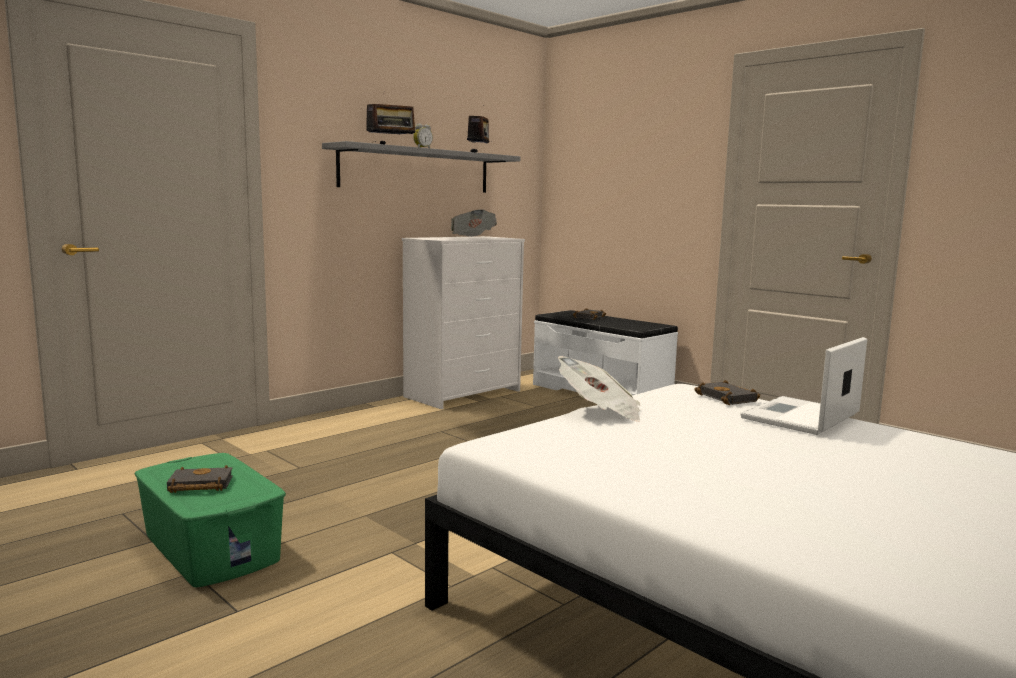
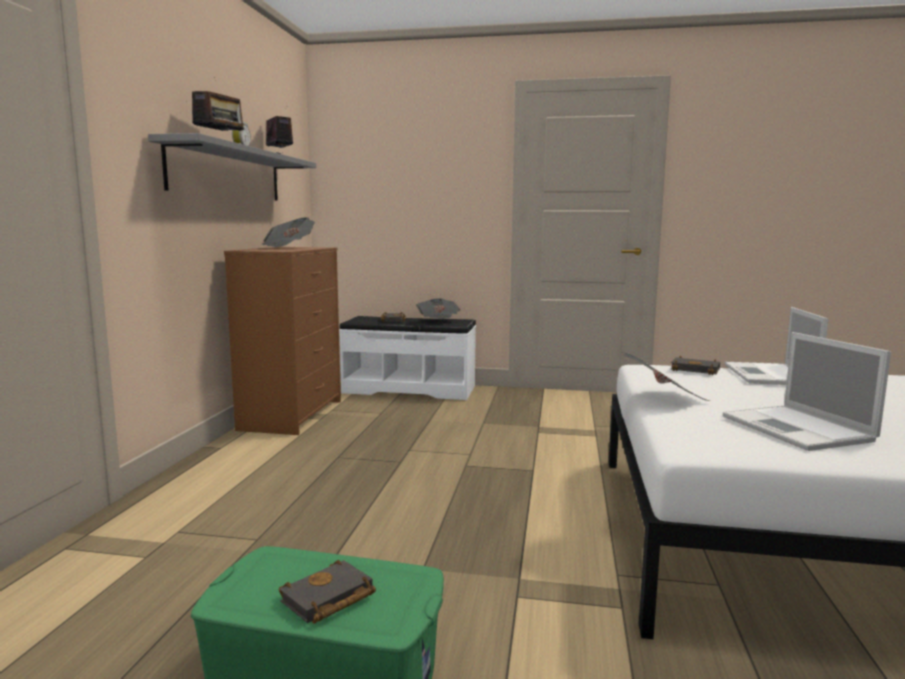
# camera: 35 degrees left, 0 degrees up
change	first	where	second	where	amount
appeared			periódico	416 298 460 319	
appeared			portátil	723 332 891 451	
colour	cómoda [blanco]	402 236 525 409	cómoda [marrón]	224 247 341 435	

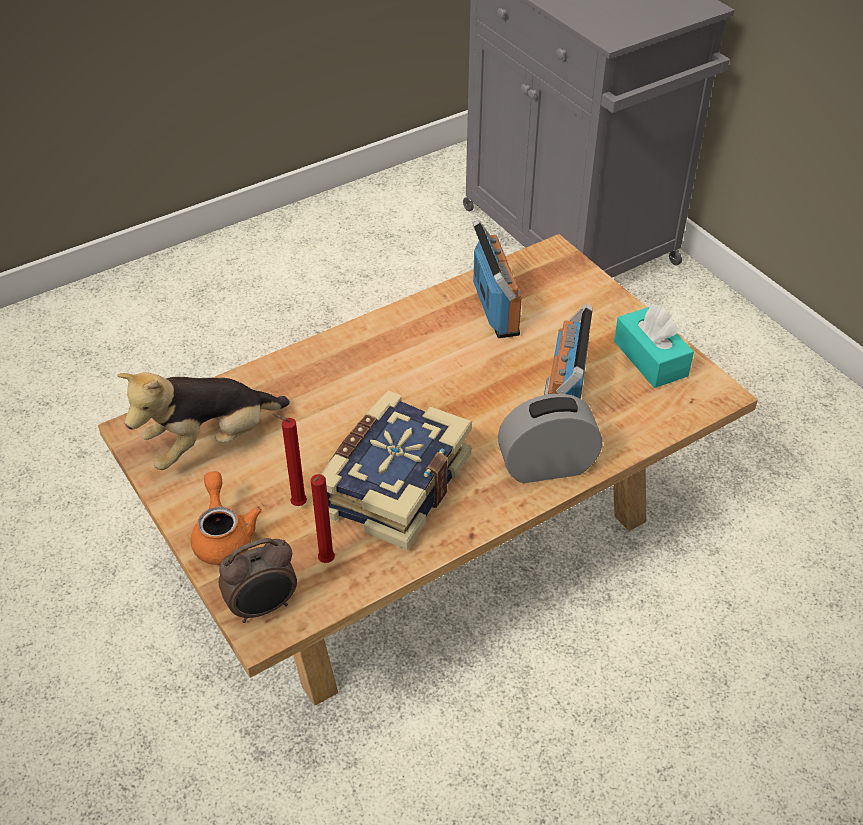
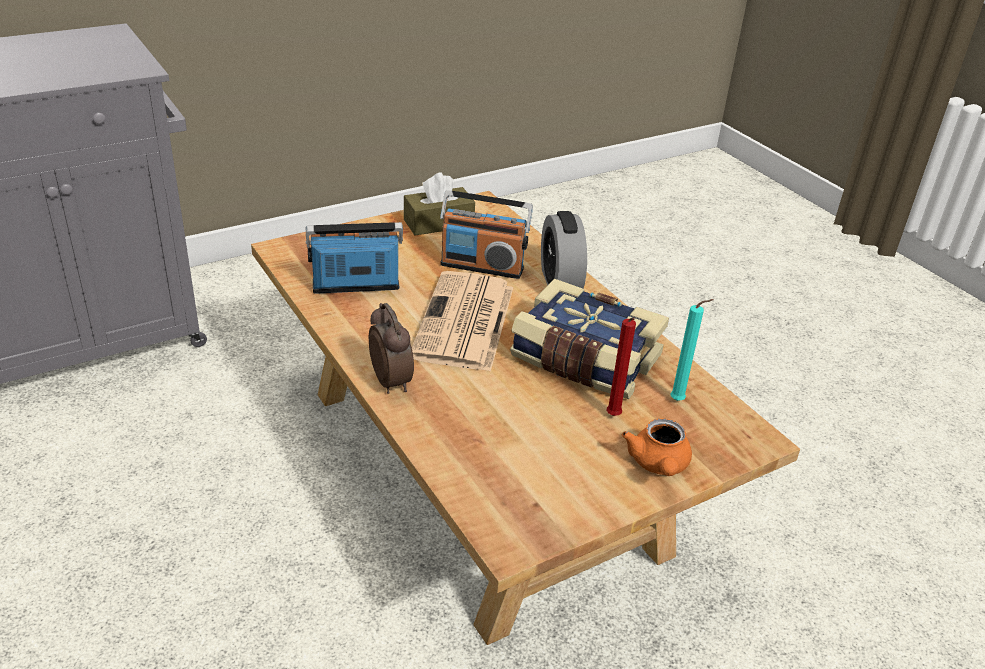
# camera: 90 degrees left, 10 degrees down
change	first	where	second	where	amount
missing	peluche	117 372 290 470			
appeared			periódico	412 271 513 372	
relocated	despertador	219 538 297 623		369 303 414 394	
colour	vela [rojo]	311 474 335 563	vela [turquesa]	670 299 714 401	
colour	caja de pañuelos [turquesa]	614 304 694 388	caja de pañuelos [marrón]	404 172 475 236	
spun	tetera [naranja]	191 471 262 565		622 419 692 476	75 degrees counterclockwise

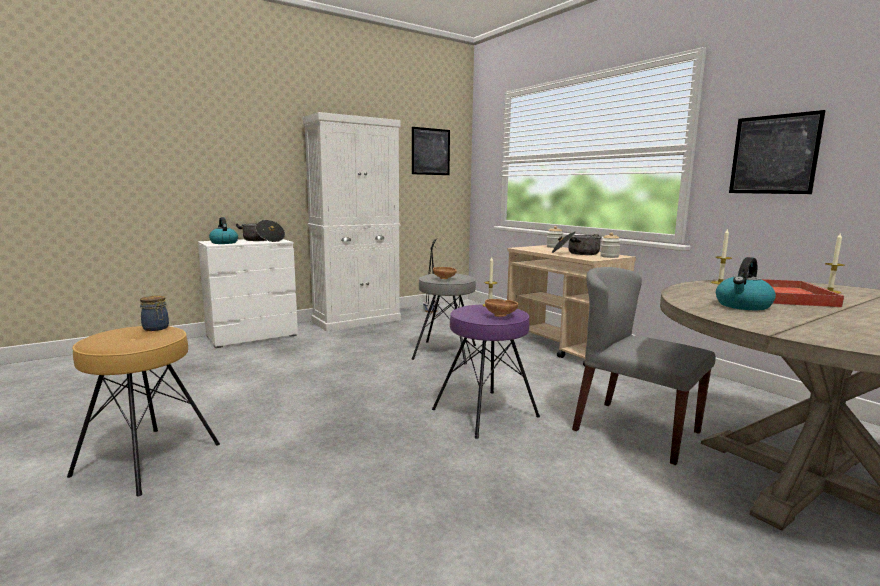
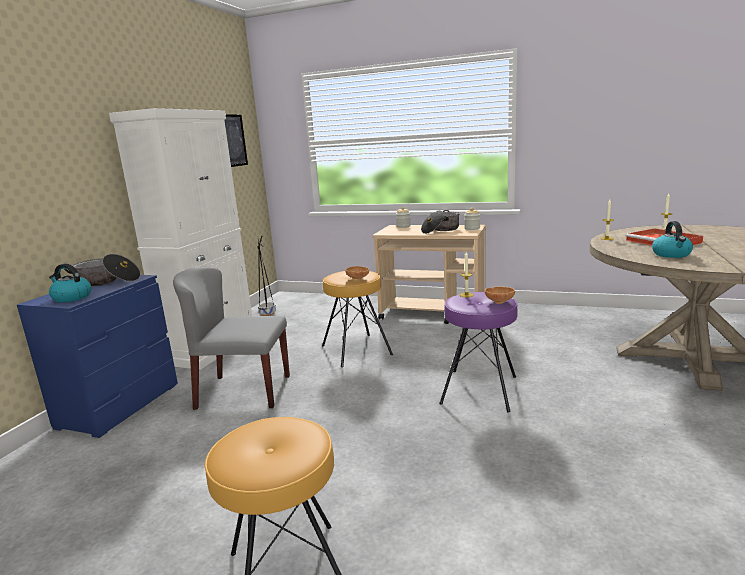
# camera: 35 degrees left, 5 degrees up
change	first	where	second	where	amount
missing	tarro	140 295 169 331			
missing	cuadro	729 110 826 194			
relocated	silla [gris]	572 267 716 465		173 267 290 410	
colour	cómoda [blanco]	198 239 298 348	cómoda [azul]	17 275 178 438	
colour	taburete [gris]	412 274 476 364	taburete [marrón]	322 271 393 368	

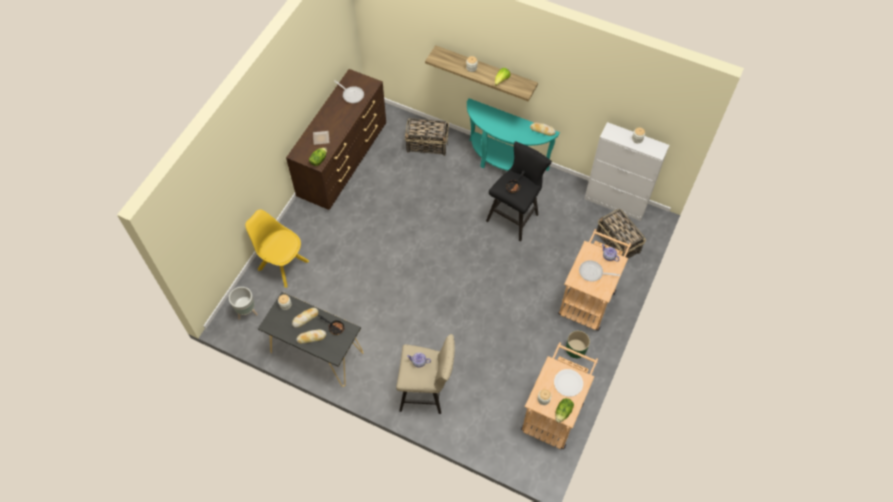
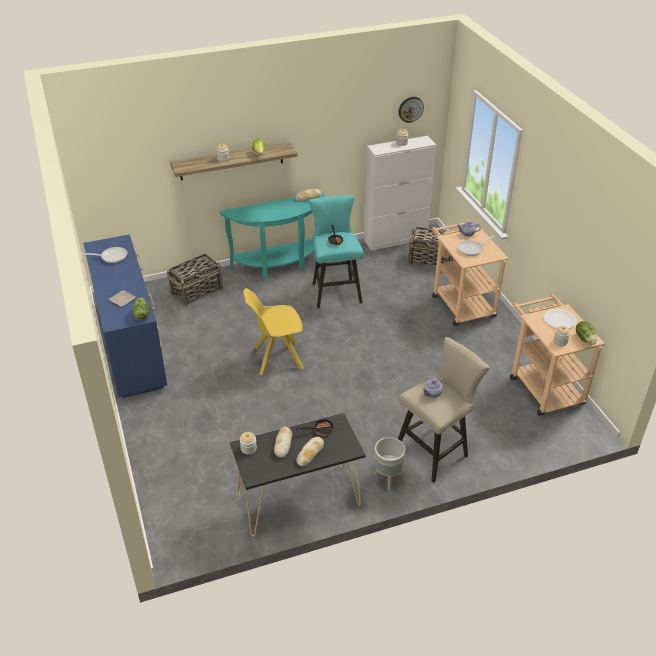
# camera: 45 degrees left, 20 degrees down
change	first	where	second	where	amount
missing	maceta [verde]	566 331 590 358			
appeared			reloj de pared	398 97 424 123	
relocated	maceta [gris]	229 287 258 320		375 437 406 491	
relocated	silla [amarillo]	245 209 309 288		243 288 304 375	
colour	cómoda [marrón]	286 69 386 210	cómoda [azul]	83 234 167 398	
colour	taburete [negro]	486 141 552 242	taburete [turquesa]	308 195 364 308	

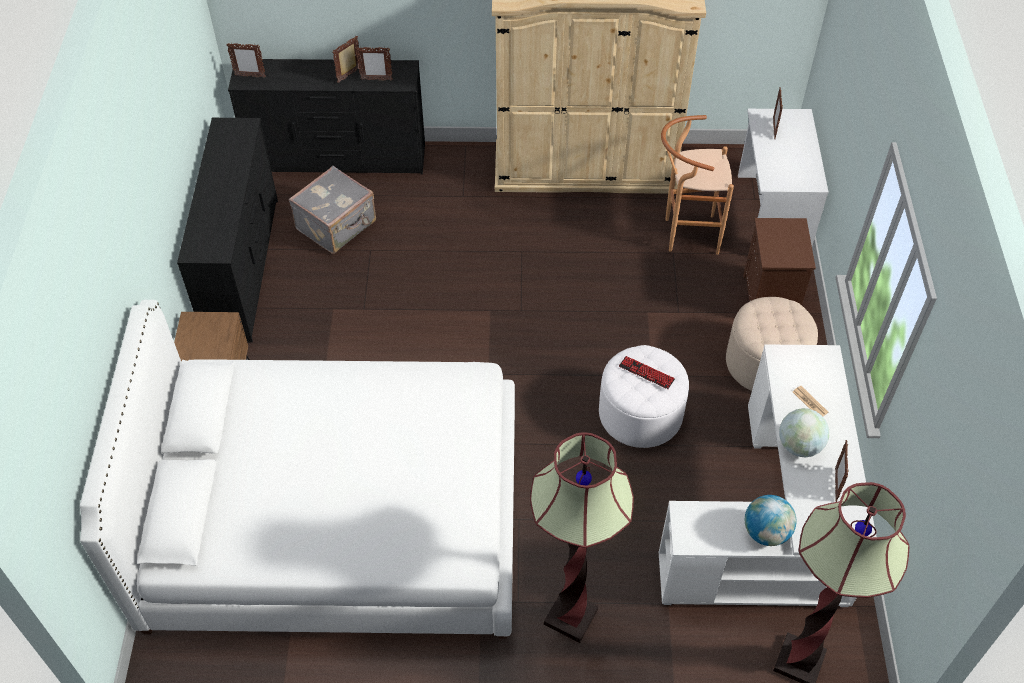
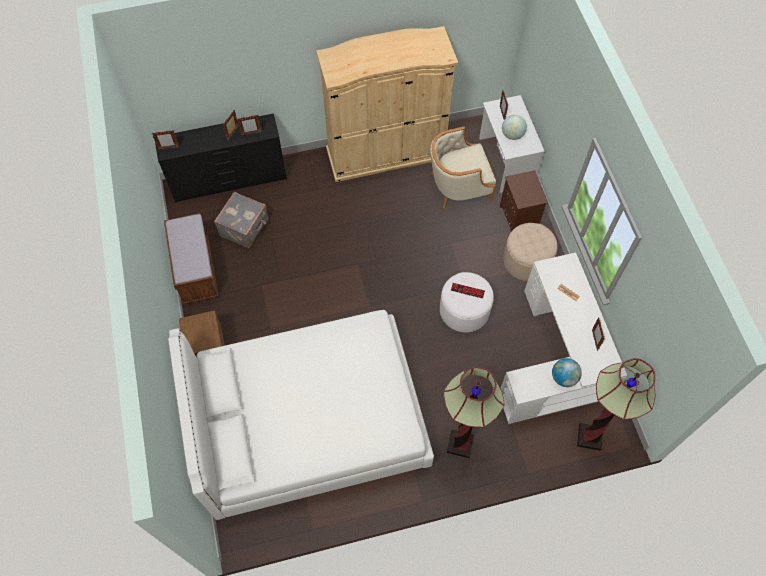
# camera: 15 degrees left, 10 degrees up
change	first	where	second	where	amount
relocated	globo terráqueo	779 408 829 457		502 115 527 140	
exchanged	cómoda [negro]	177 118 278 343	banco [marrón]	164 213 219 304	
exchanged	taburete [marrón]	661 115 734 255	sillón [beis]	430 127 496 210	

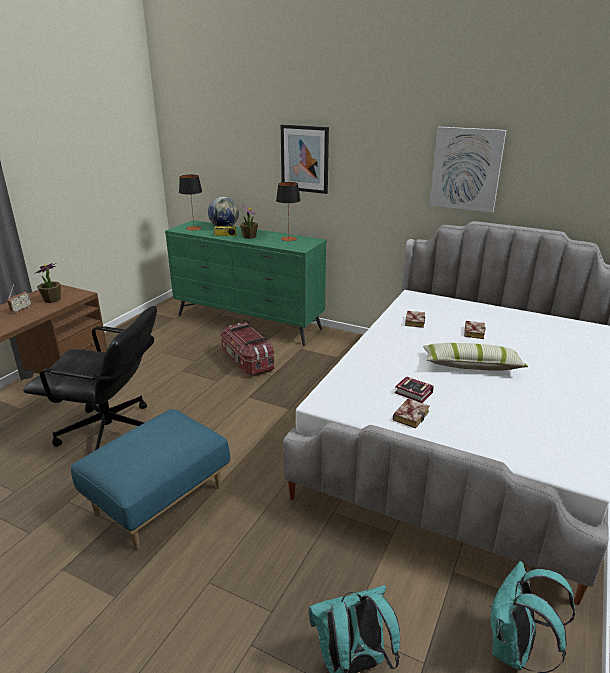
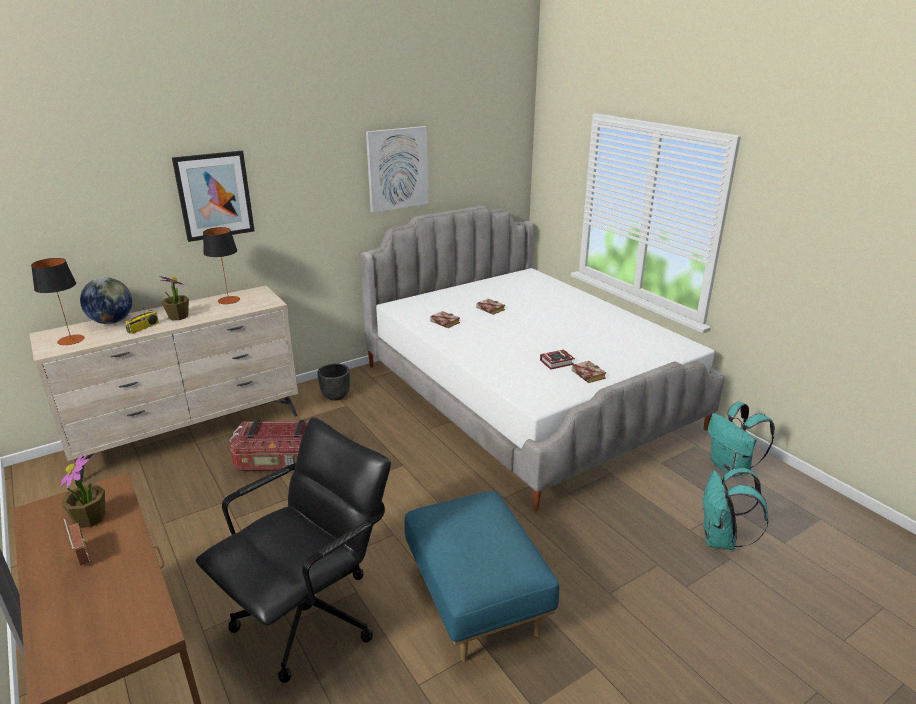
# camera: 60 degrees left, 0 degrees up
change	first	where	second	where	amount
missing	cojín	423 343 528 371			
appeared			maceta [negro]	317 363 350 401	
colour	cómoda [verde]	165 220 327 346	cómoda [beis]	29 286 298 483	

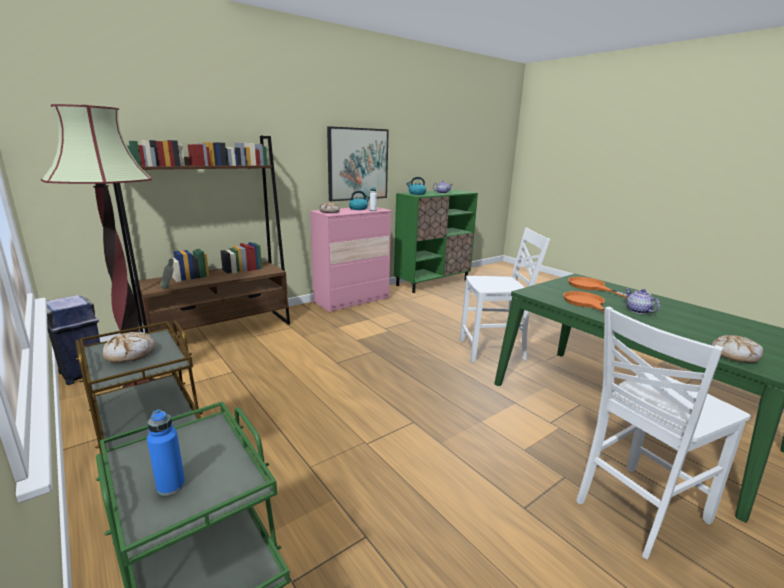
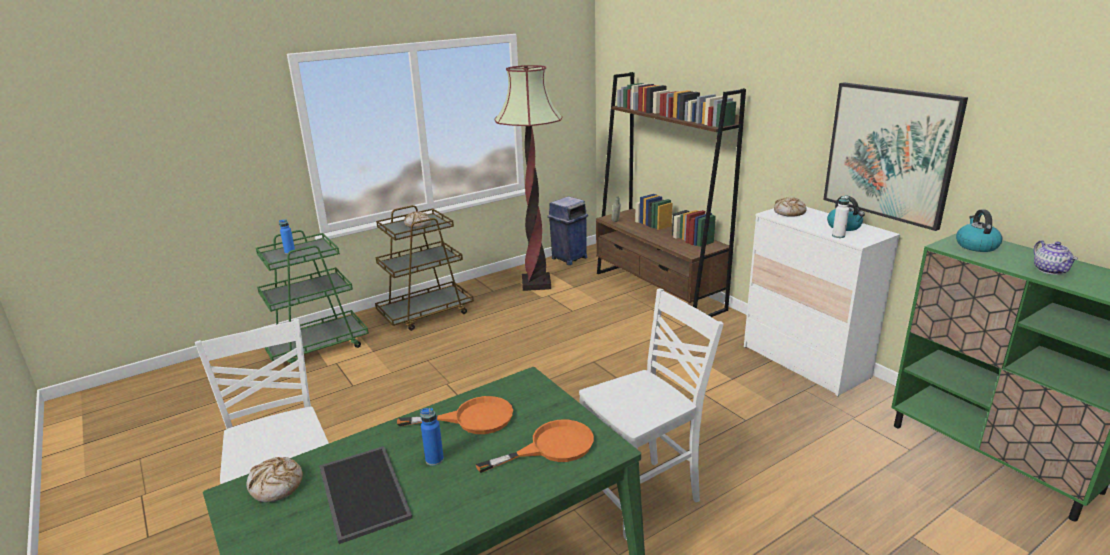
# camera: 95 degrees right, 5 degrees up
change	first	where	second	where	amount
appeared			bandeja	319 446 412 544	
exchanged	tetera	626 289 660 314	botella [azul]	420 408 444 466	
colour	cómoda [rosa]	310 206 392 312	cómoda [blanco]	744 207 900 396	
spun	silla [blanco]	460 228 550 363		579 288 724 541	120 degrees counterclockwise

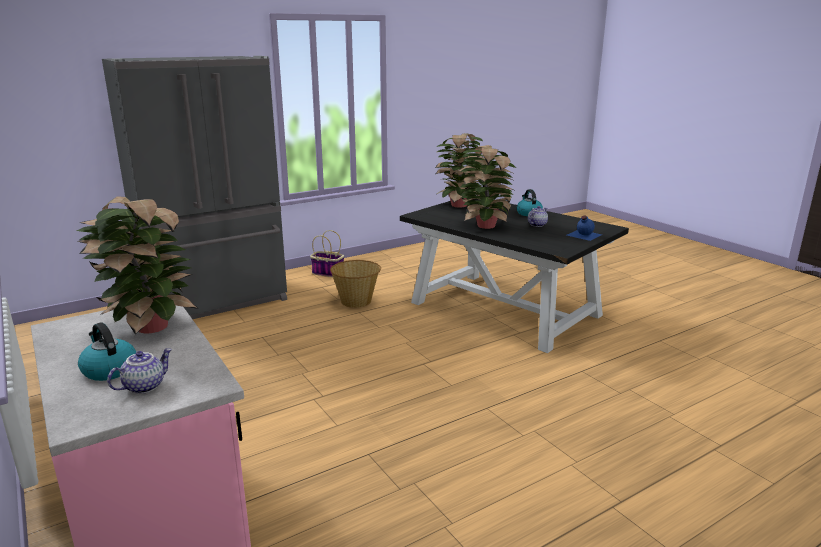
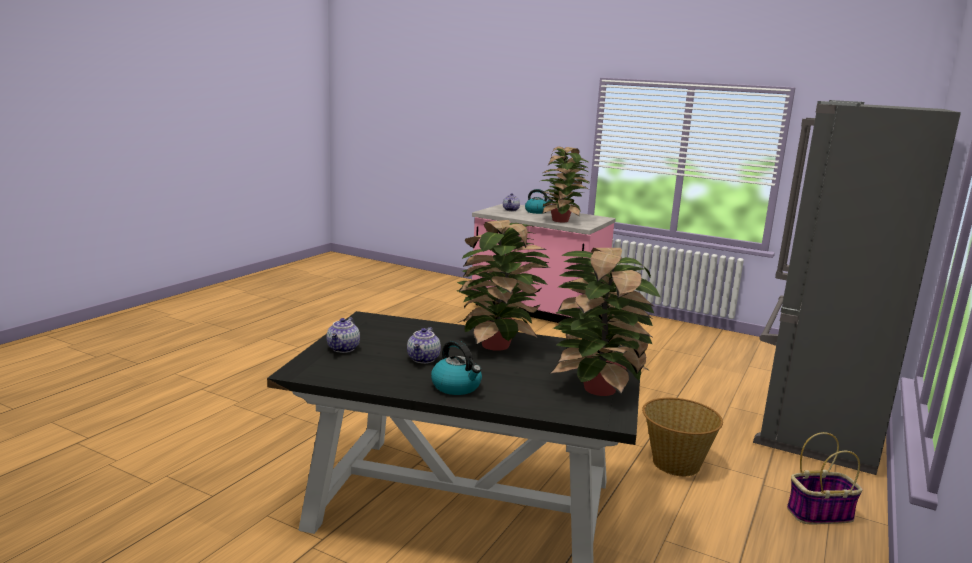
# camera: 150 degrees right, 5 degrees down
change	first	where	second	where	amount
exchanged	botella [azul]	567 215 602 241	tetera	326 317 360 353	

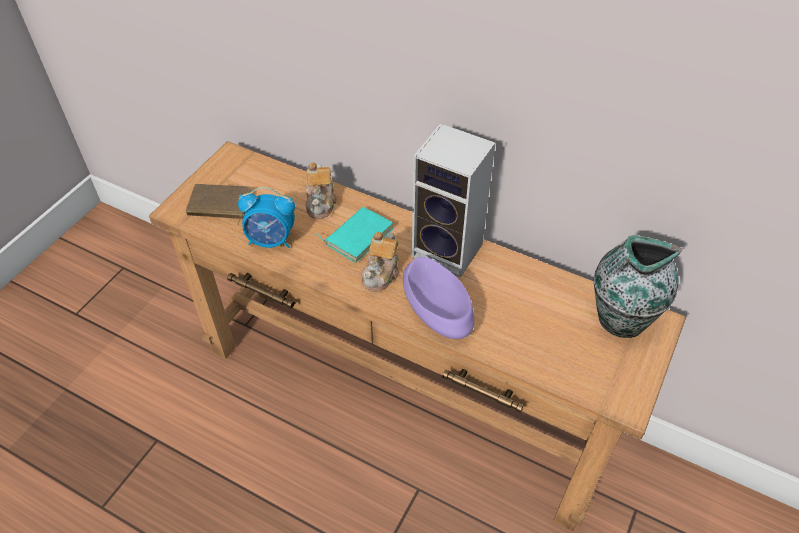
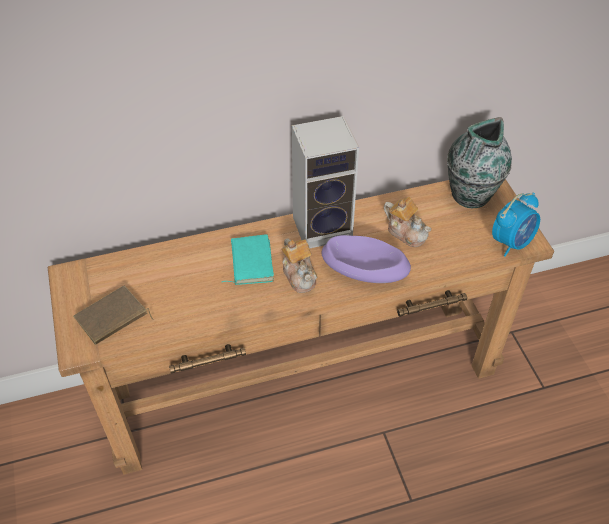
# camera: 45 degrees left, 0 degrees up
change	first	where	second	where	amount
relocated	despertador	238 187 295 248		492 192 540 256	
relocated	tetera	306 162 337 219		384 197 432 247	

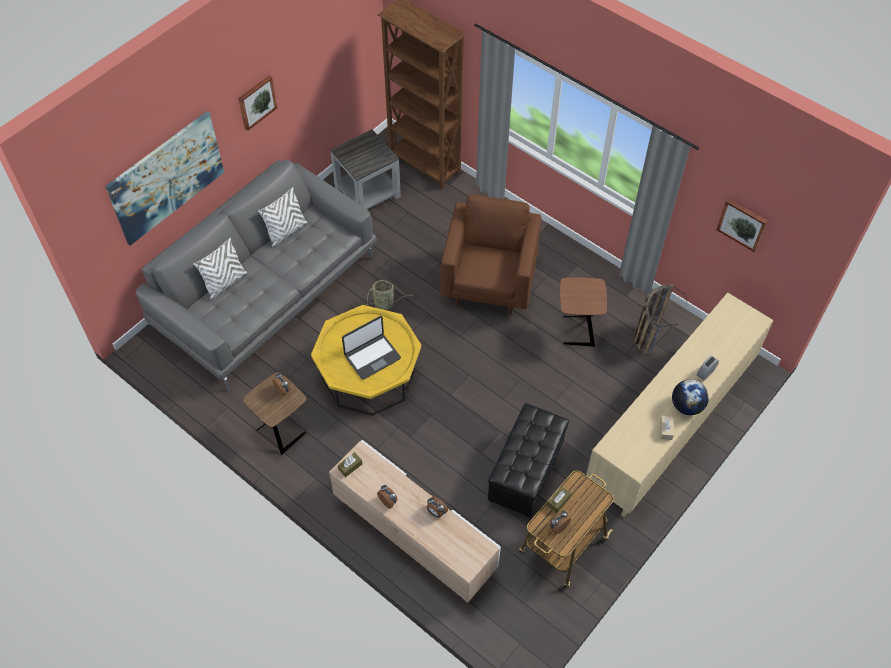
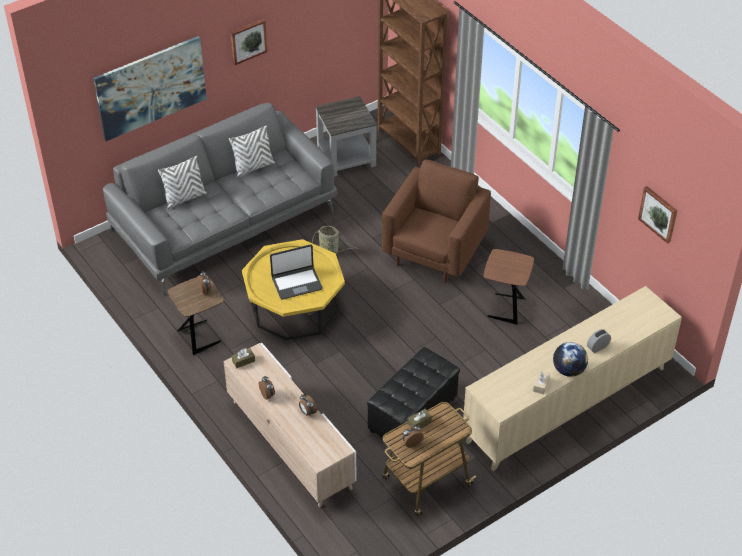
# camera: 15 degrees right, 10 degrees down
change	first	where	second	where	amount
missing	cesta	634 285 687 355			

